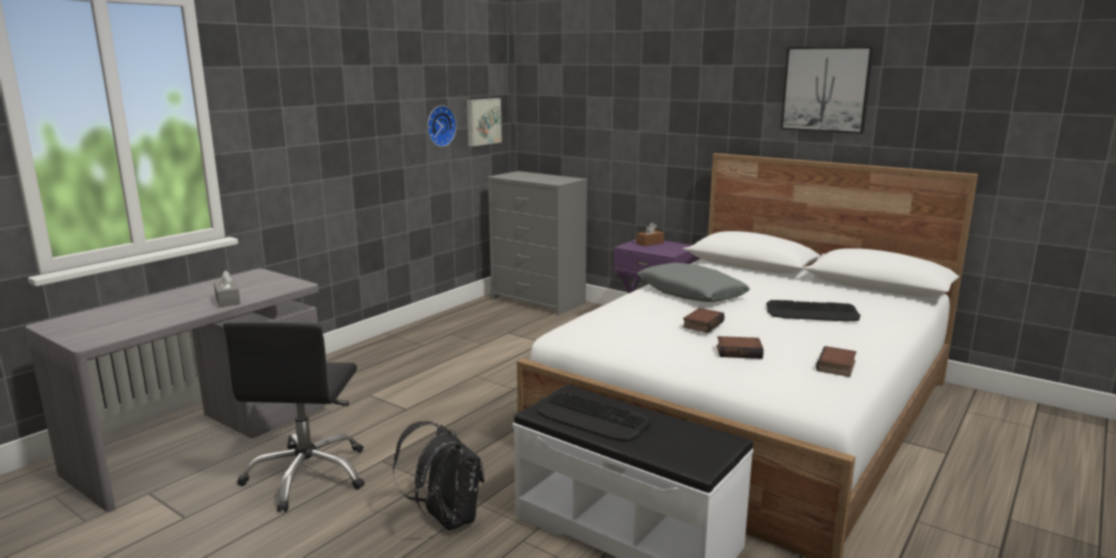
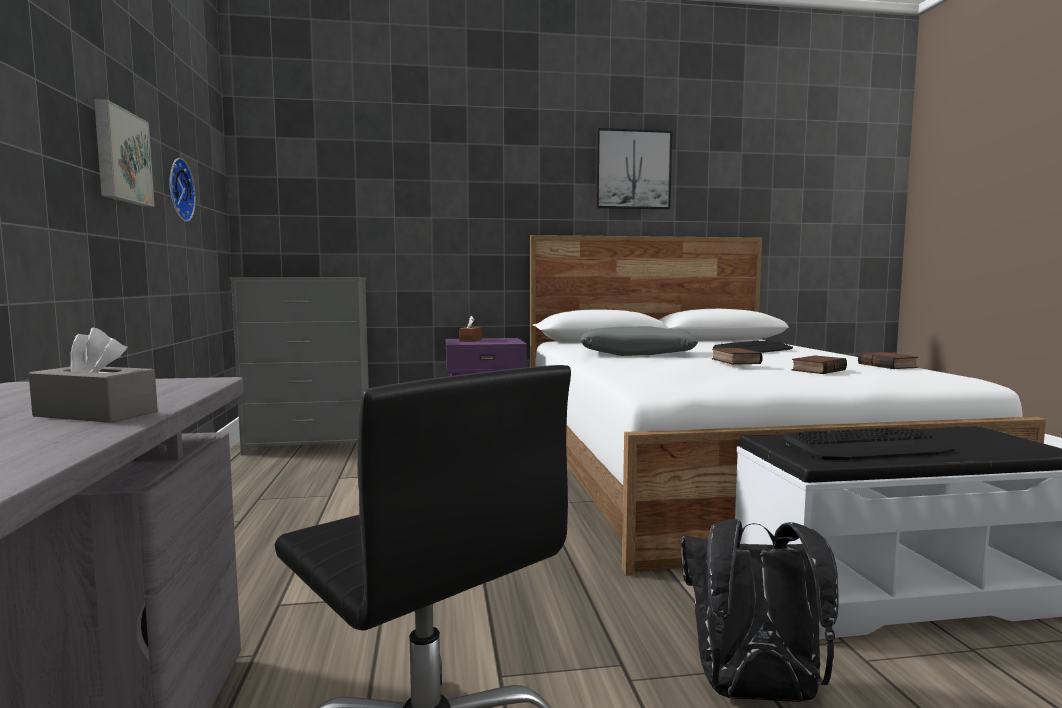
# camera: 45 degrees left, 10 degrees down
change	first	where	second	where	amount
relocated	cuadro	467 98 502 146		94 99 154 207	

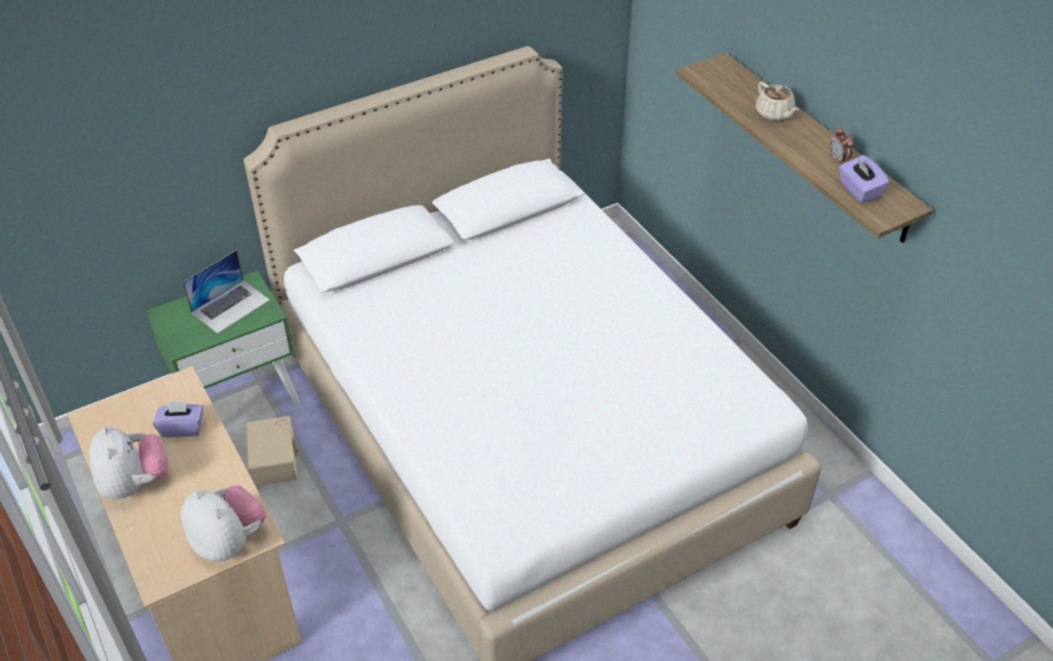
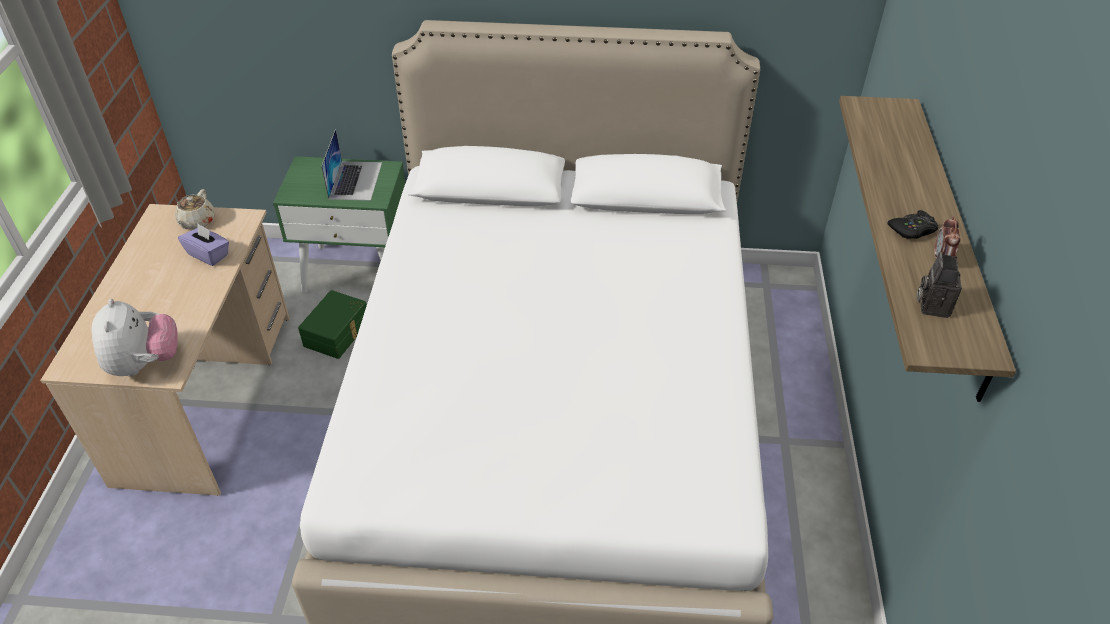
# camera: 35 degrees right, 0 degrees up
change	first	where	second	where	amount
missing	peluche	89 426 168 499			
appeared			mando de consola [negro]	888 210 938 239	
relocated	tetera [beis]	756 82 799 121		175 189 215 230	
exchanged	caja de pañuelos [morado]	839 155 890 203	cámara	917 252 962 318	
colour	caja de almacenaje [beis]	246 416 299 486	caja de almacenaje [verde]	298 290 367 359	
spun	portátil	183 250 270 334		321 129 382 201	75 degrees counterclockwise

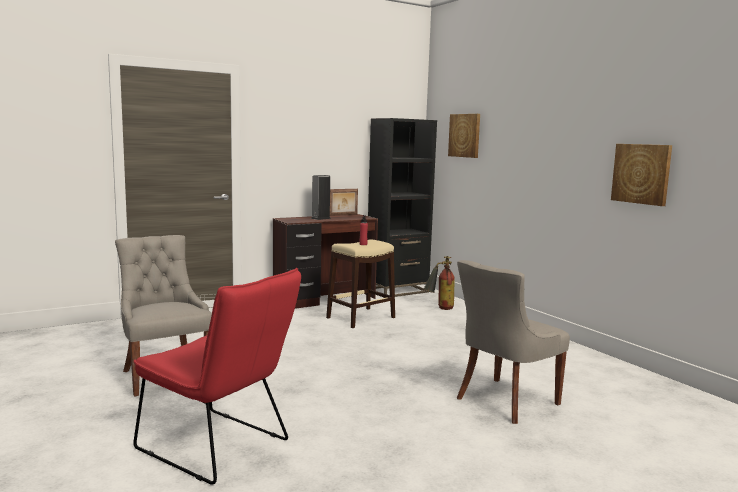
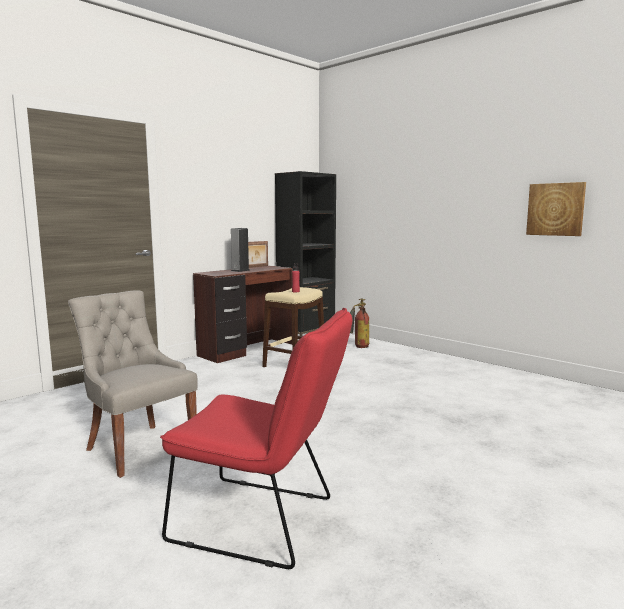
# camera: 15 degrees left, 0 degrees up
change	first	where	second	where	amount
missing	cuadro	448 114 480 158			
missing	silla [gris]	457 260 570 424			

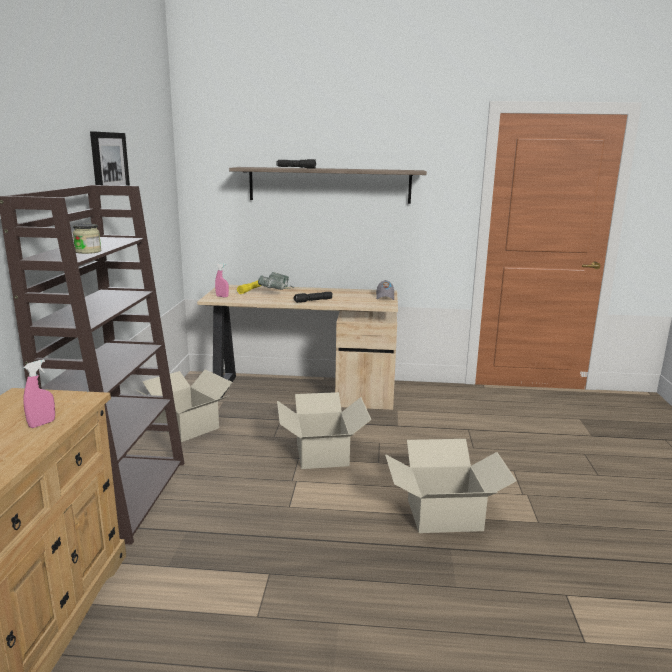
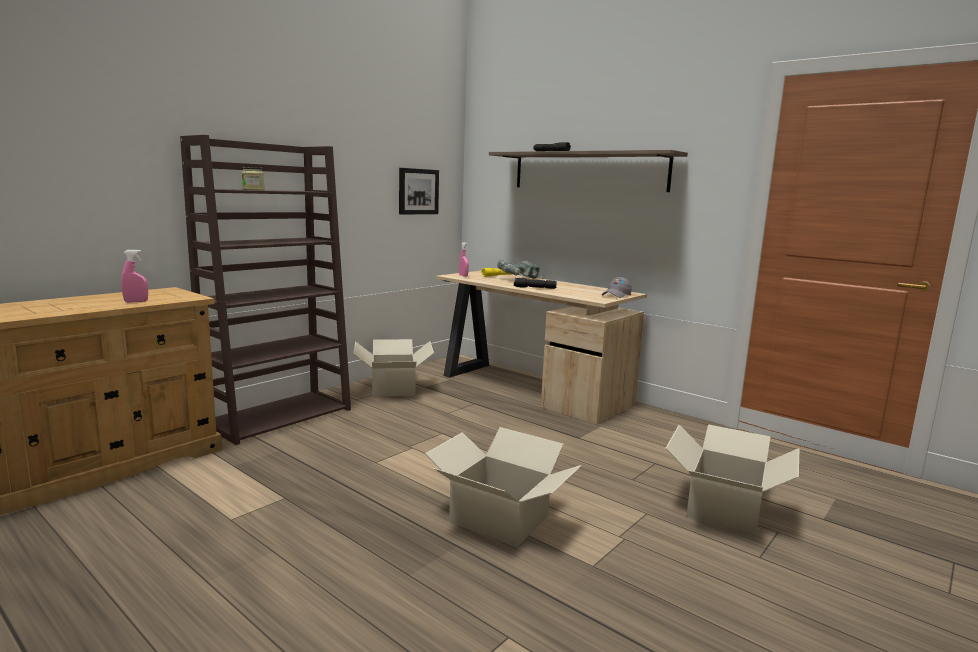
# camera: 35 degrees right, 5 degrees down
change	first	where	second	where	amount
relocated	cuadro	90 131 130 186		399 168 439 214	
relocated	caja de cartón	277 392 372 469		665 424 799 535	

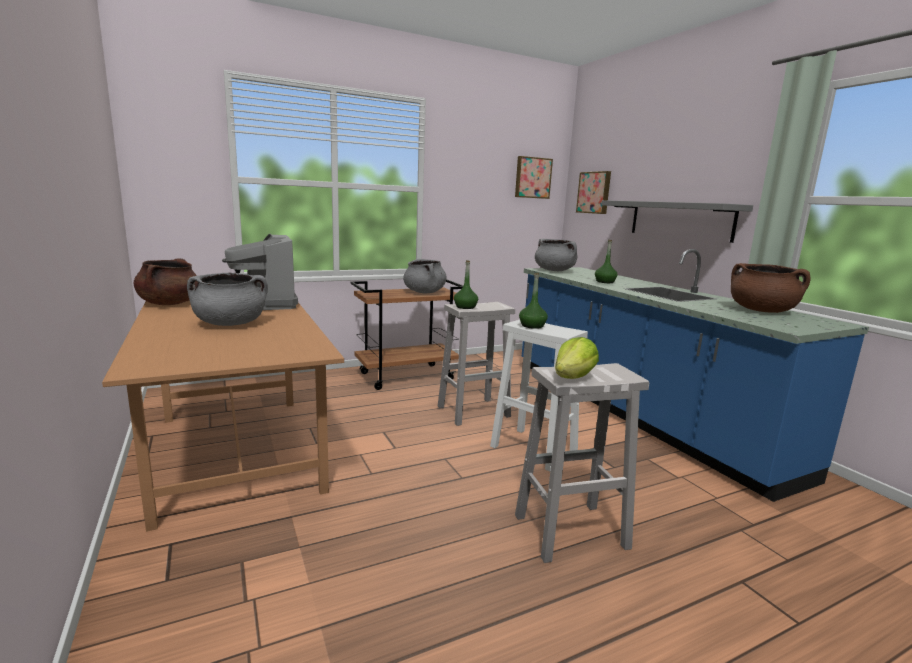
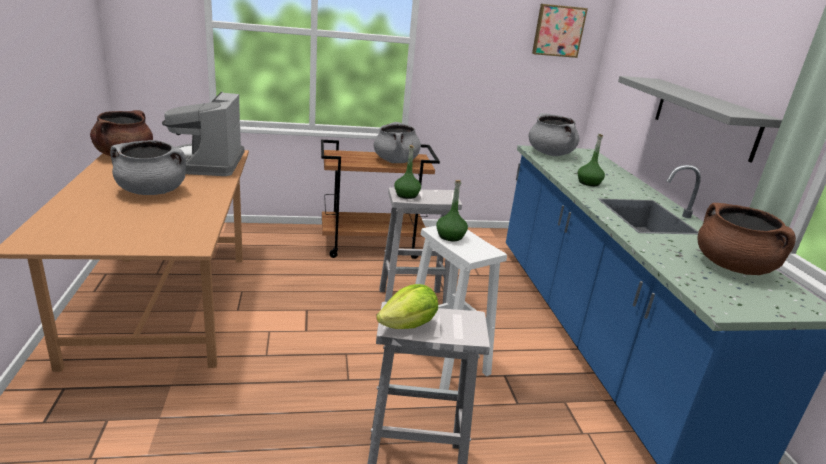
# camera: 15 degrees right, 10 degrees up
change	first	where	second	where	amount
missing	cuadro	576 171 611 214			

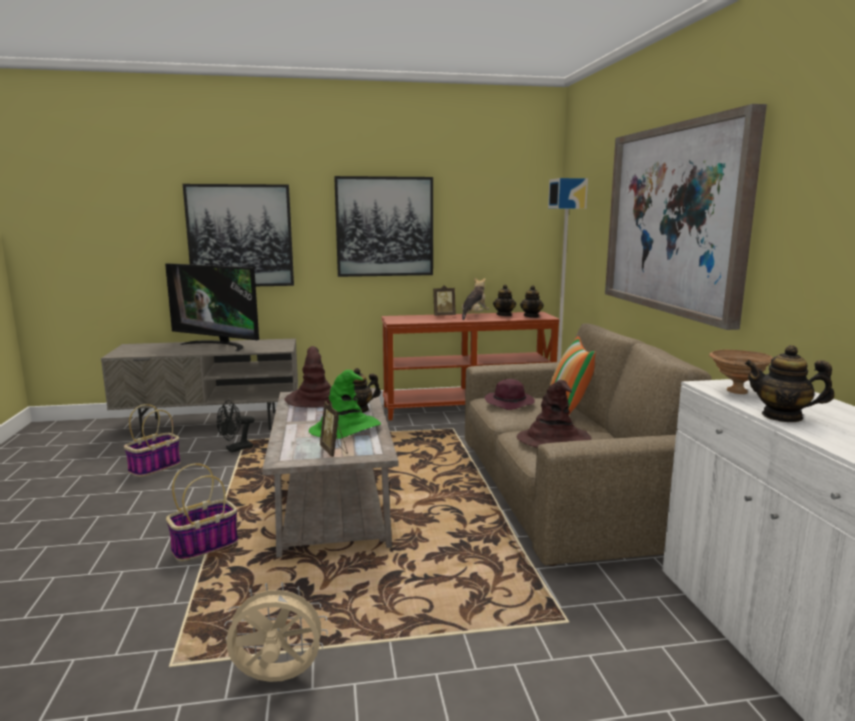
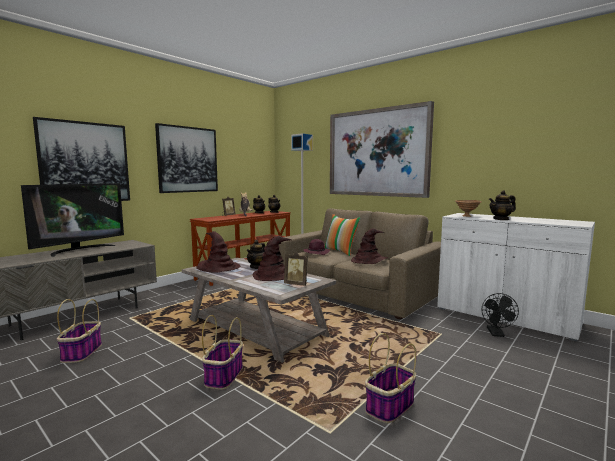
# camera: 40 degrees left, 5 degrees down
change	first	where	second	where	amount
relocated	ventilador [negro]	217 400 255 453		482 293 519 337	
exchanged	ventilador [beis]	224 582 328 682	cesta	365 333 416 423	
colour	sombrero [verde]	309 370 381 439	sombrero [marrón]	253 236 292 281	
spun	televisor	165 263 259 351		21 183 124 257	45 degrees counterclockwise

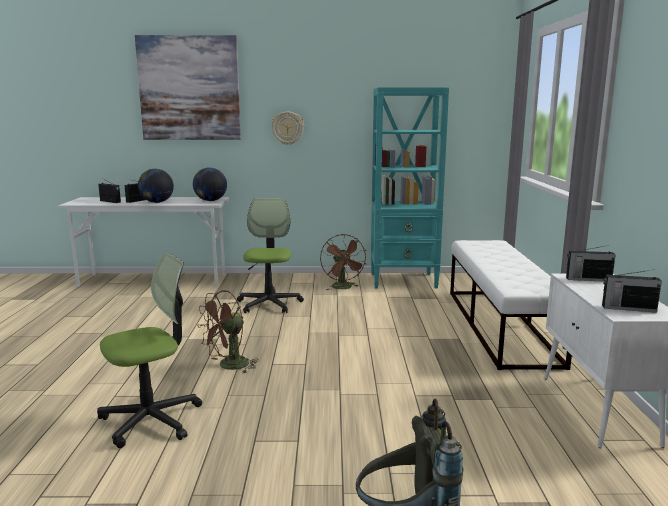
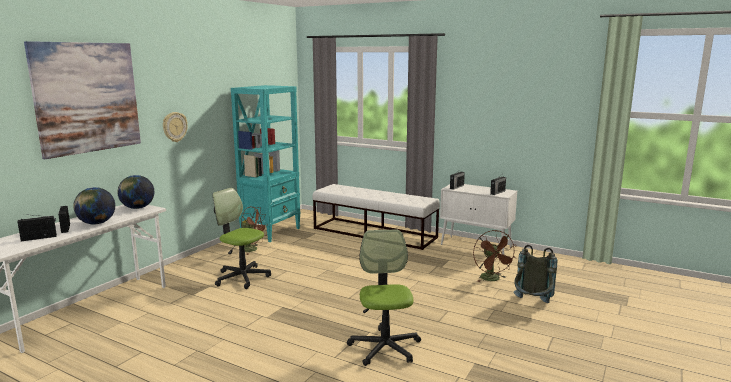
# camera: 60 degrees left, 0 degrees up
change	first	where	second	where	amount
relocated	ventilador [marrón]	198 290 259 373		473 230 517 282	

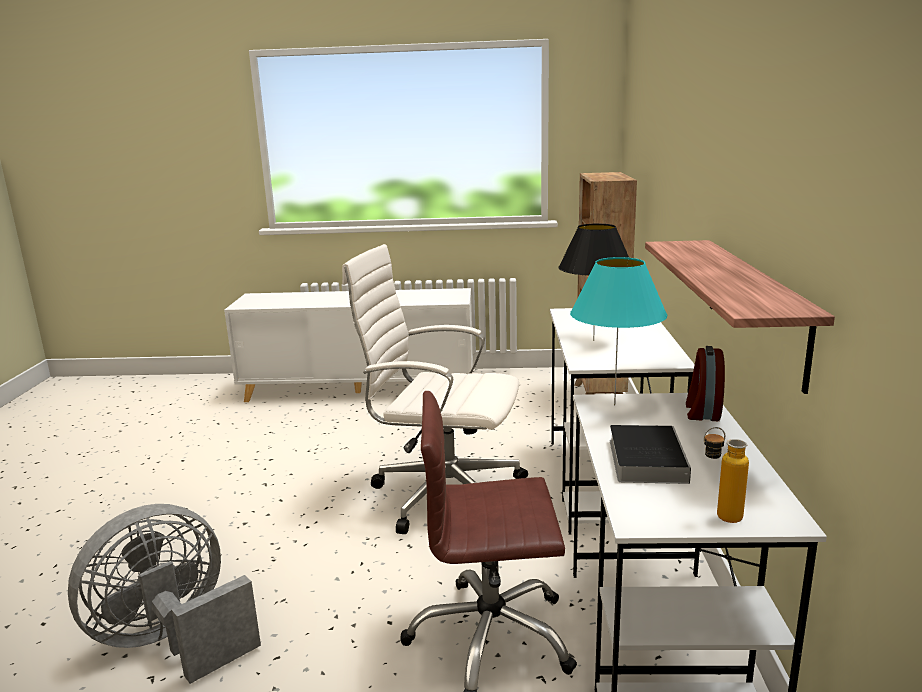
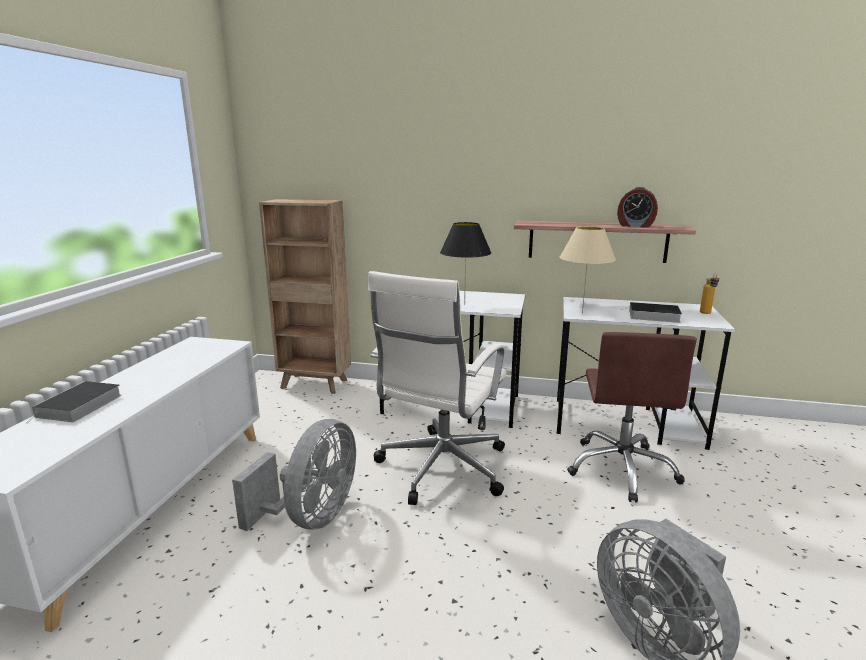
# camera: 80 degrees left, 0 degrees up
change	first	where	second	where	amount
appeared			libro	26 381 122 423	
appeared			ventilador [gris]	232 419 356 531	
relocated	despertador	686 346 725 421		617 187 658 228	
colour	lámpara de mesa [turquesa]	570 257 667 406	lámpara de mesa [beis]	560 226 616 313	

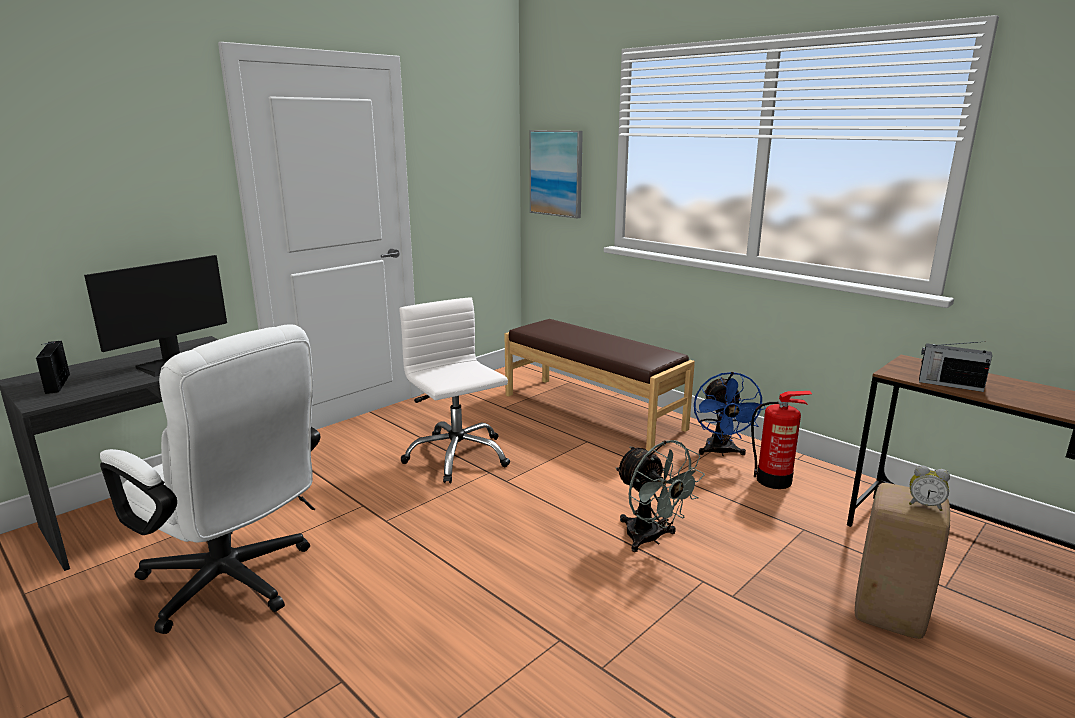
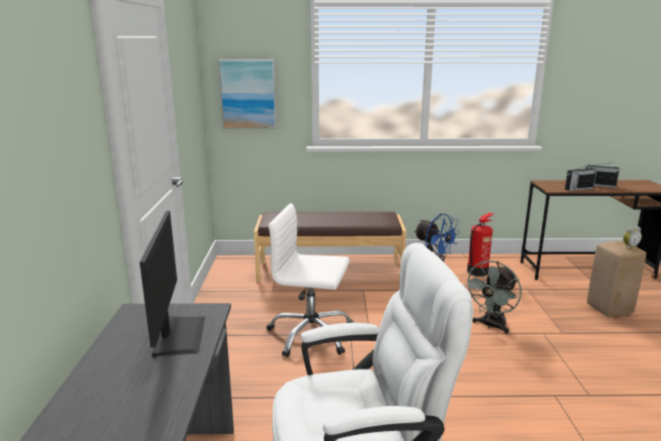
# camera: 45 degrees left, 0 degrees up
change	first	where	second	where	amount
relocated	radio	36 341 70 394		585 162 619 188	
spun	ventilador [gris]	615 440 705 552		463 260 521 334	120 degrees clockwise

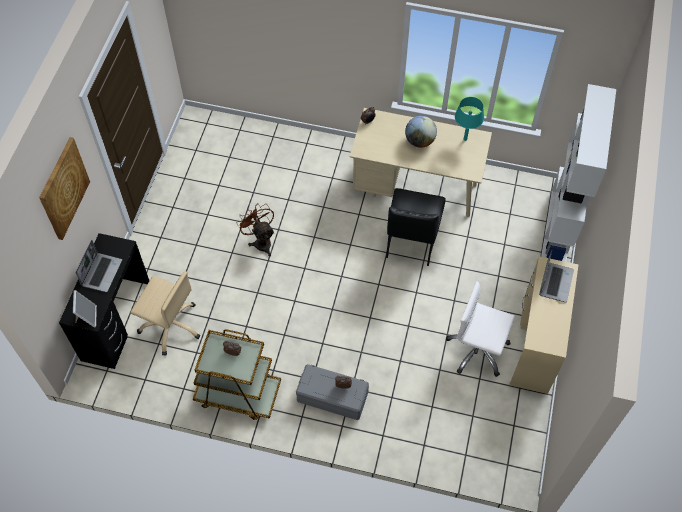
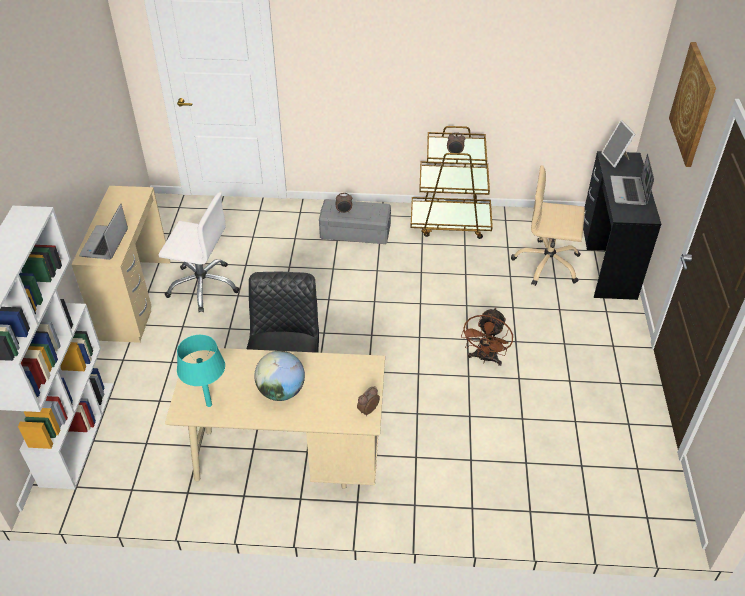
# camera: 170 degrees right, 15 degrees down
change	first	where	second	where	amount
spun	ventilador [marrón]	237 203 274 256		461 308 513 366	60 degrees clockwise

